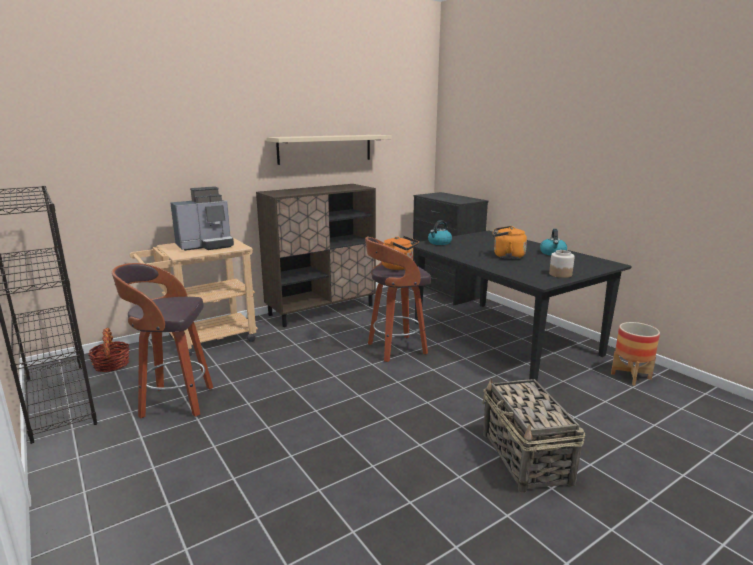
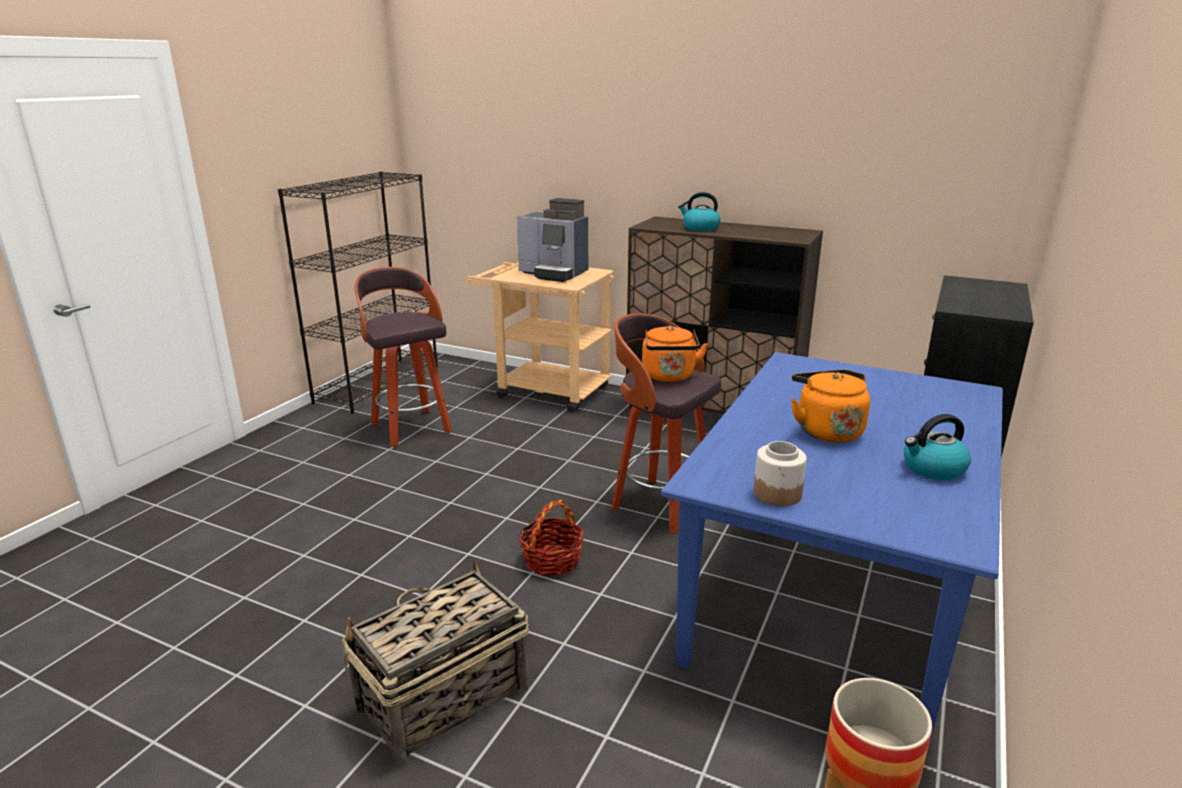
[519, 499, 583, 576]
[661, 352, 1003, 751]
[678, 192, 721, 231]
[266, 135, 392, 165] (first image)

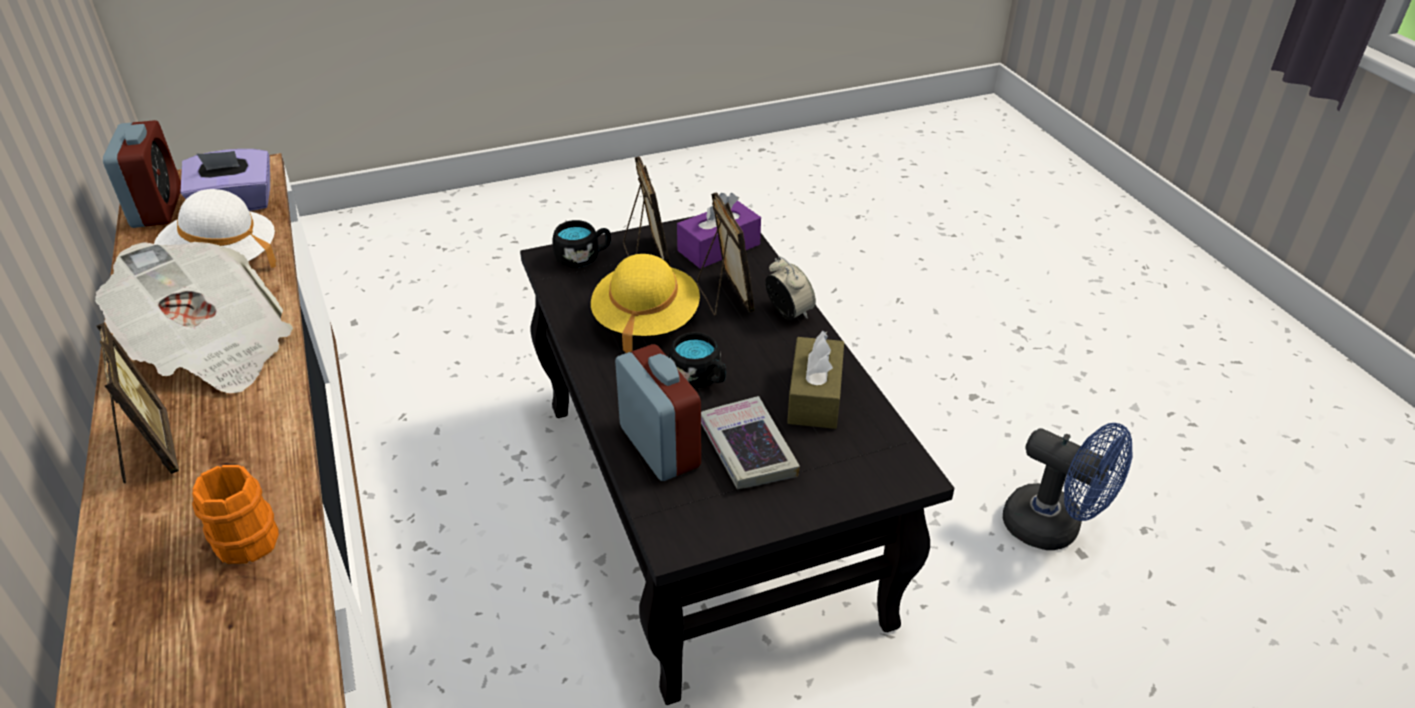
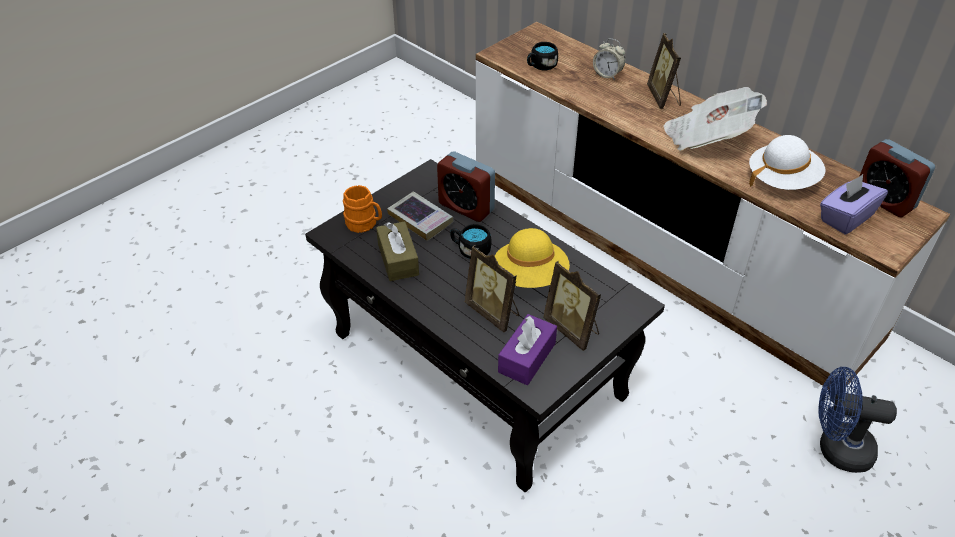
[343, 185, 382, 233]
[527, 42, 558, 71]
[593, 39, 625, 80]
[647, 33, 681, 109]
[818, 367, 897, 473]

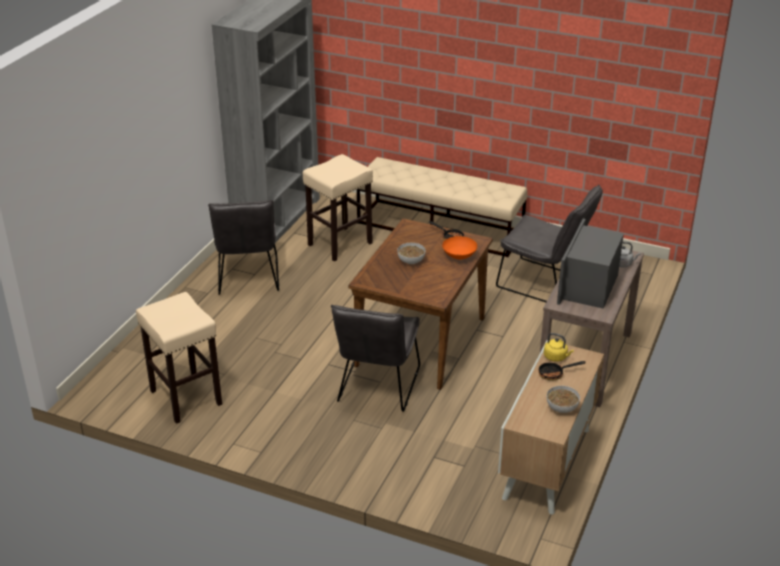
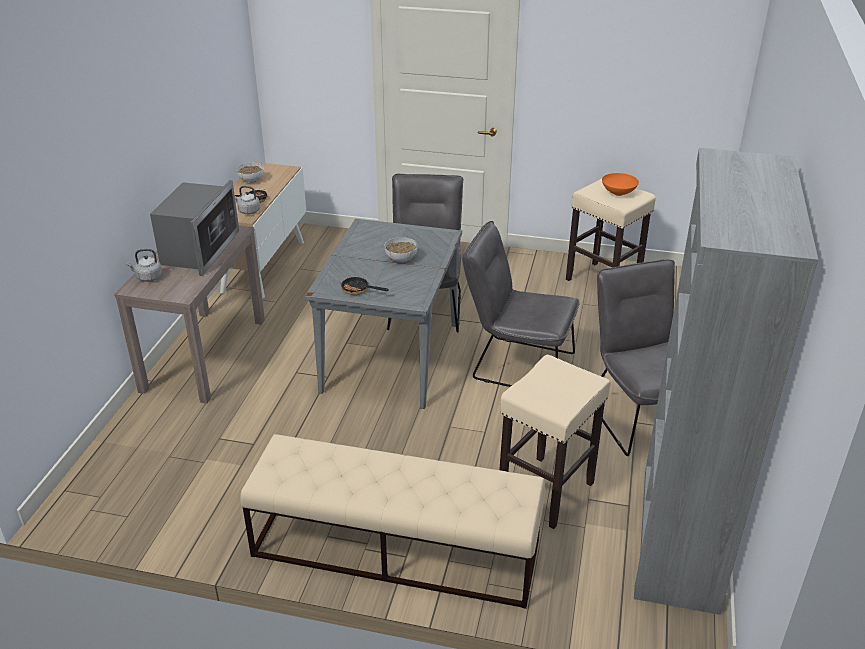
[235, 186, 260, 214]
[305, 219, 462, 409]
[462, 221, 580, 387]
[602, 173, 639, 196]

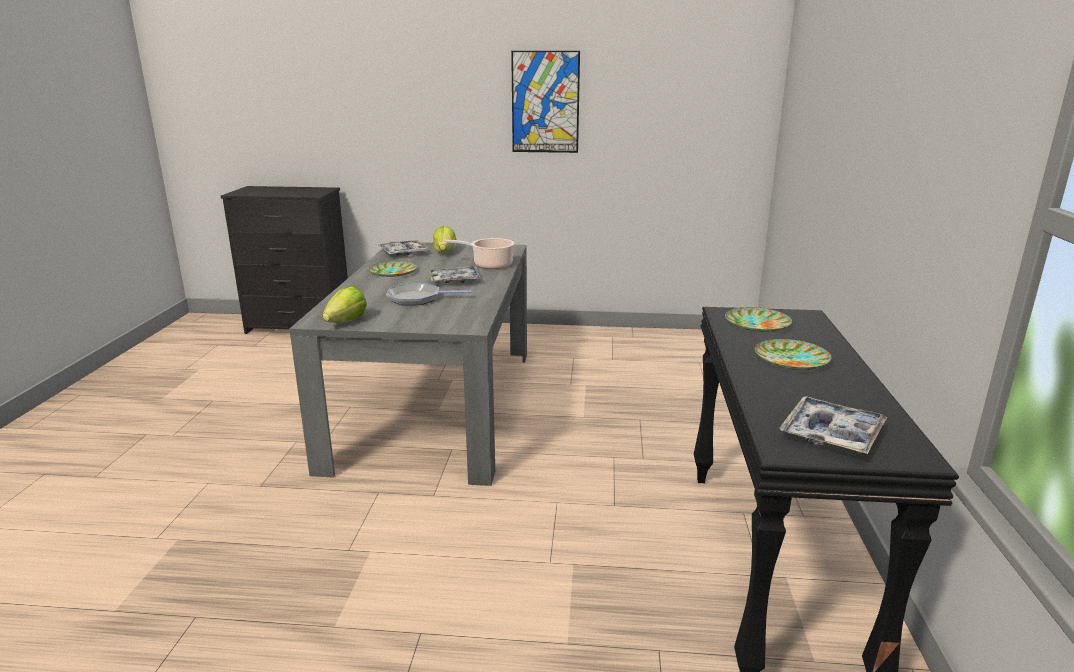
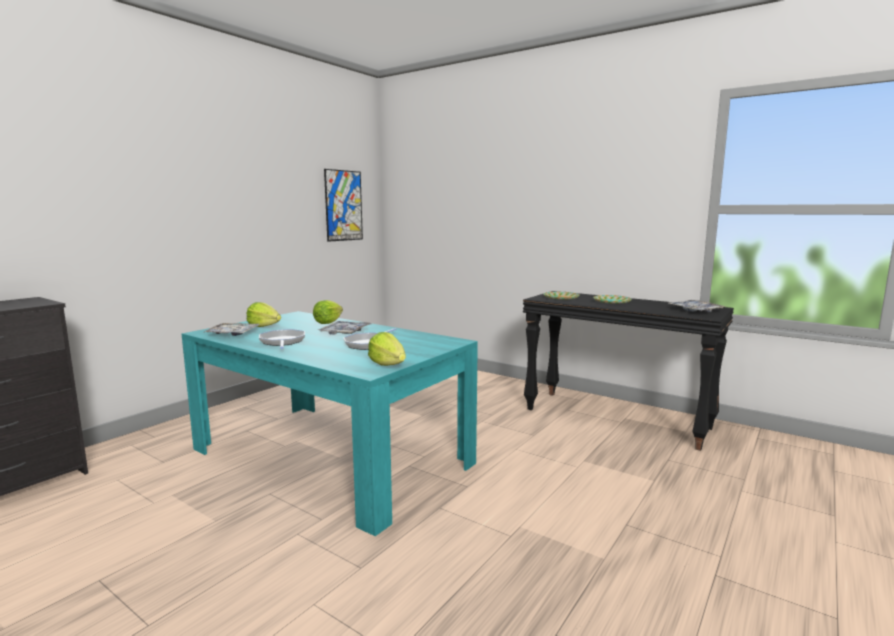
[182, 311, 478, 536]
[259, 329, 305, 349]
[313, 300, 343, 324]
[324, 169, 363, 242]

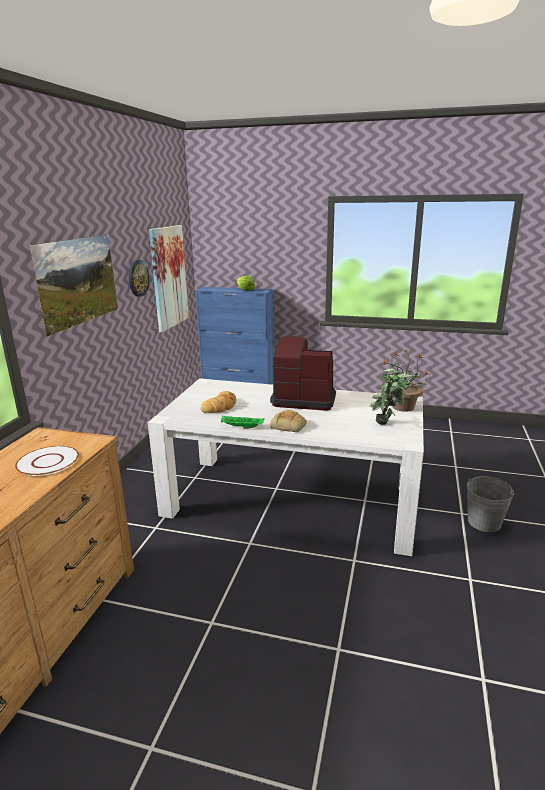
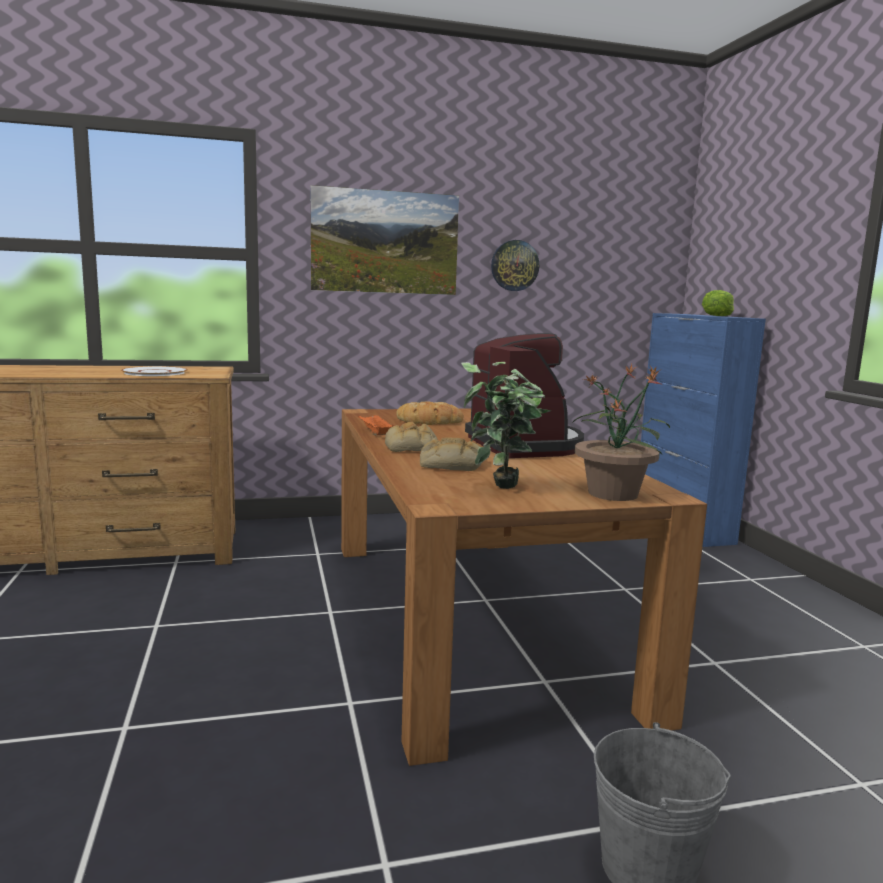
[341, 409, 707, 766]
[358, 415, 394, 435]
[420, 437, 481, 471]
[149, 225, 189, 332] (first image)

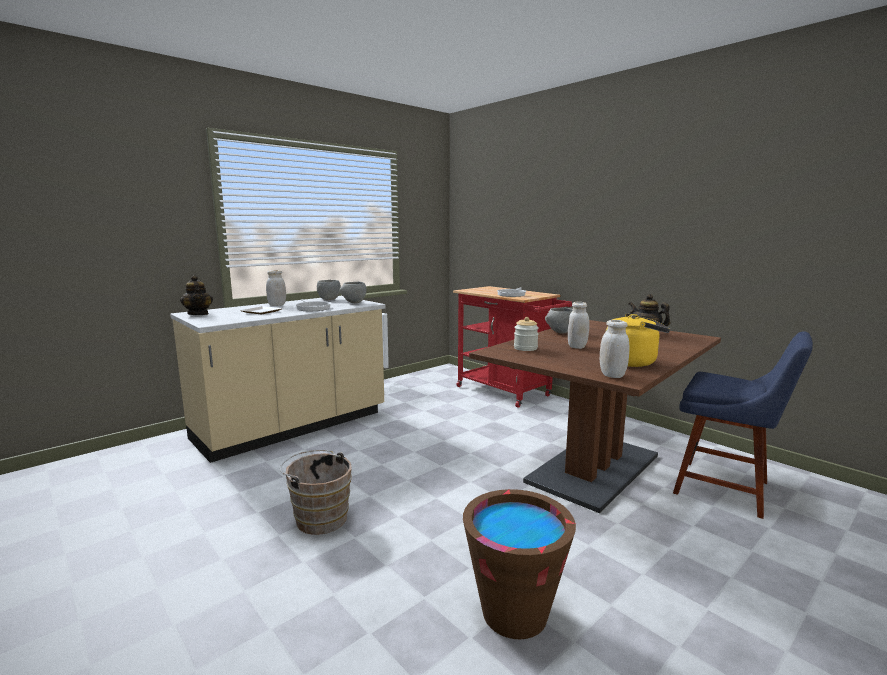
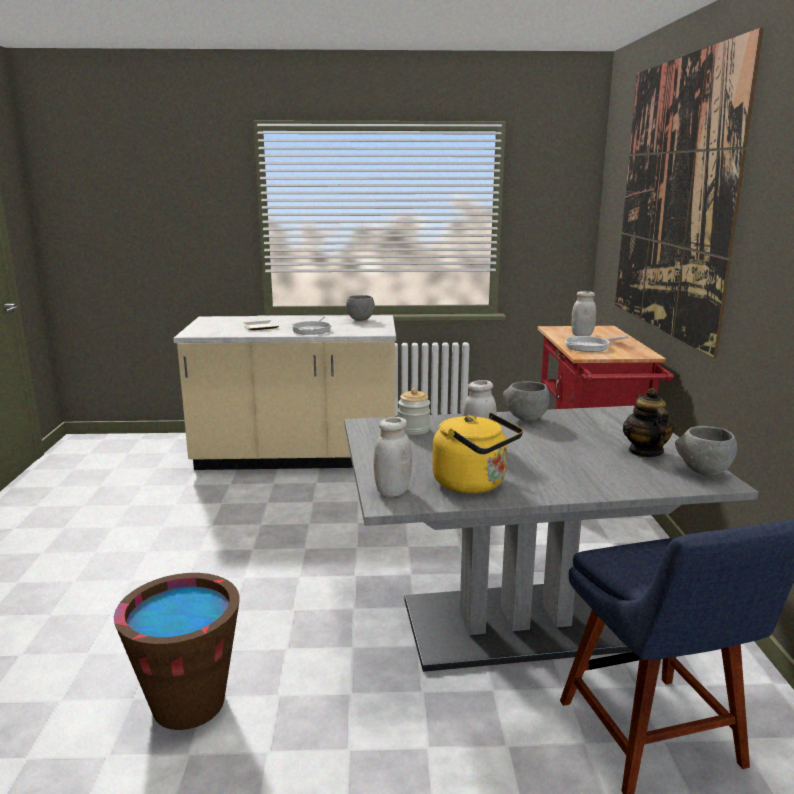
[344, 406, 758, 672]
[571, 291, 596, 336]
[615, 28, 764, 359]
[675, 426, 737, 476]
[180, 275, 213, 315] (first image)
[280, 450, 352, 535] (first image)

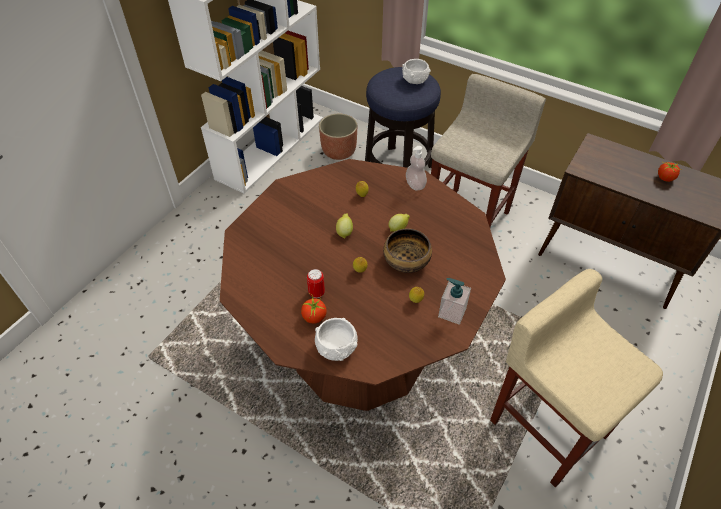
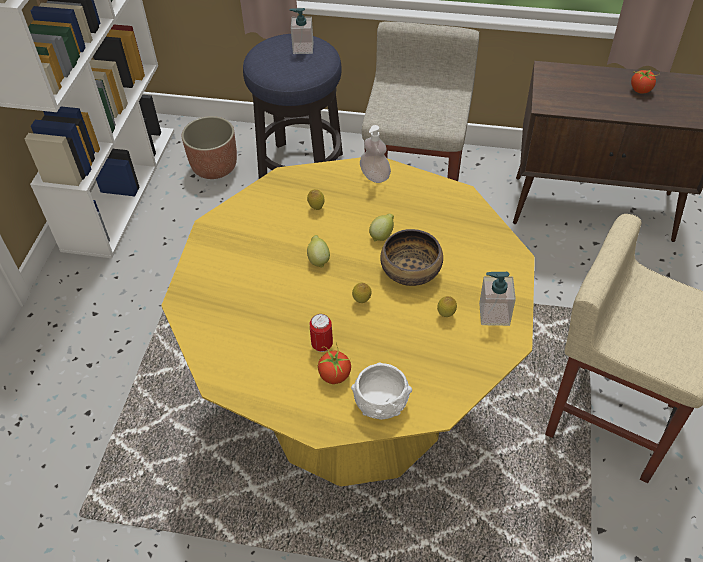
[161, 157, 535, 487]
[290, 8, 313, 54]

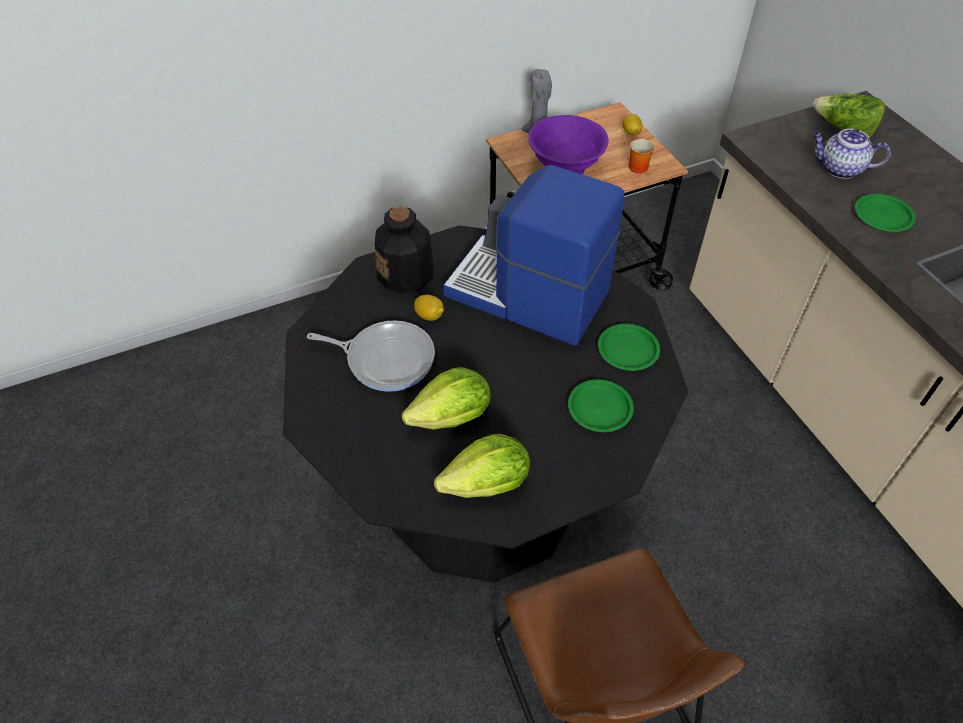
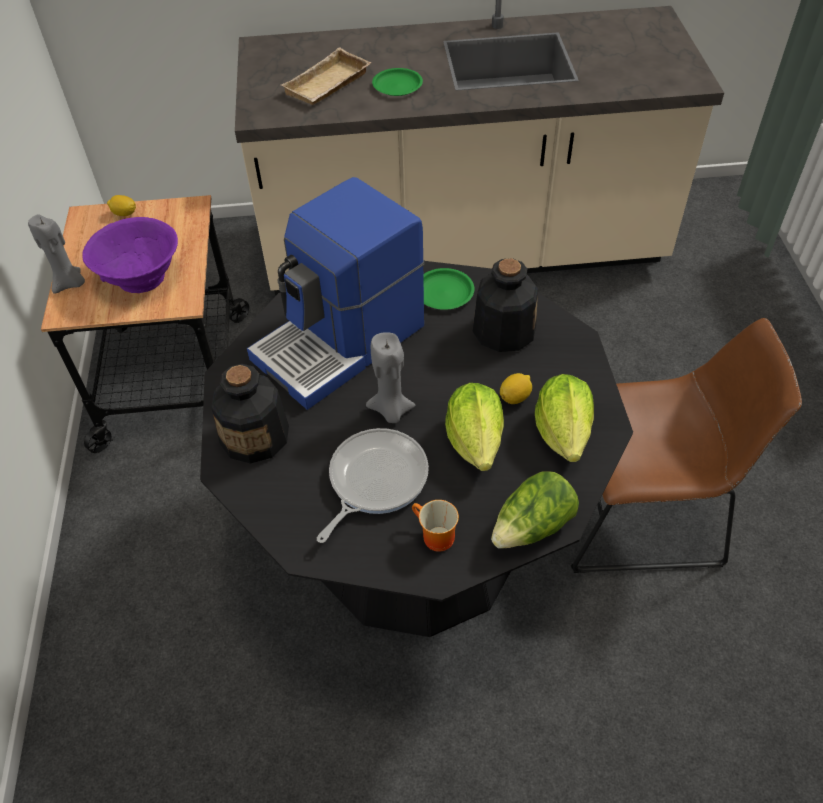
[281, 47, 372, 105]
[366, 332, 415, 423]
[412, 500, 459, 552]
[473, 258, 538, 352]
[491, 471, 579, 548]
[500, 373, 532, 404]

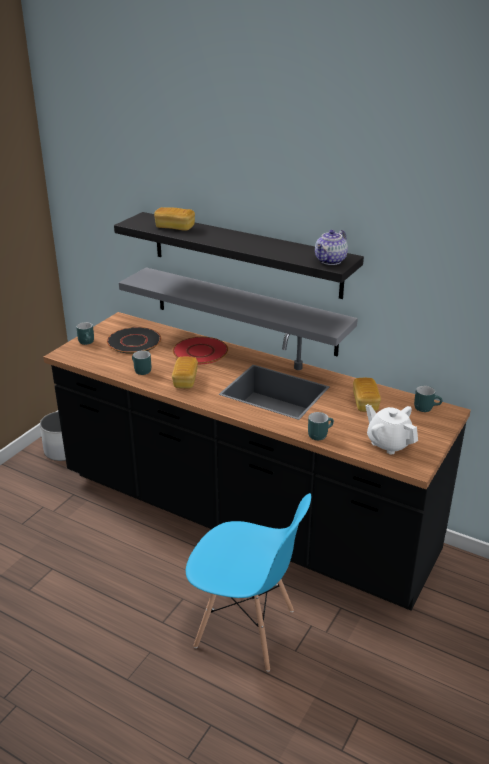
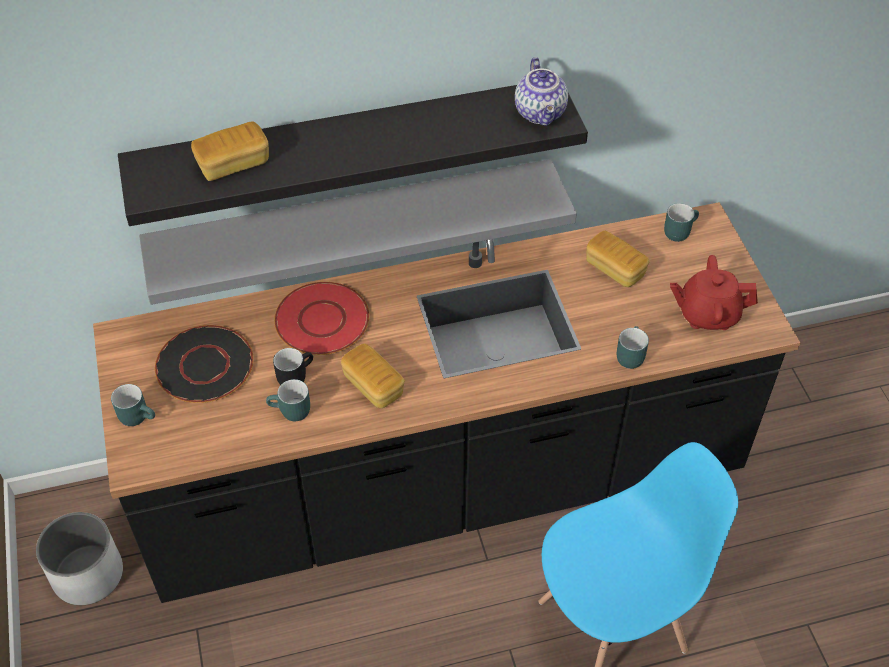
[273, 348, 313, 385]
[670, 255, 758, 330]

